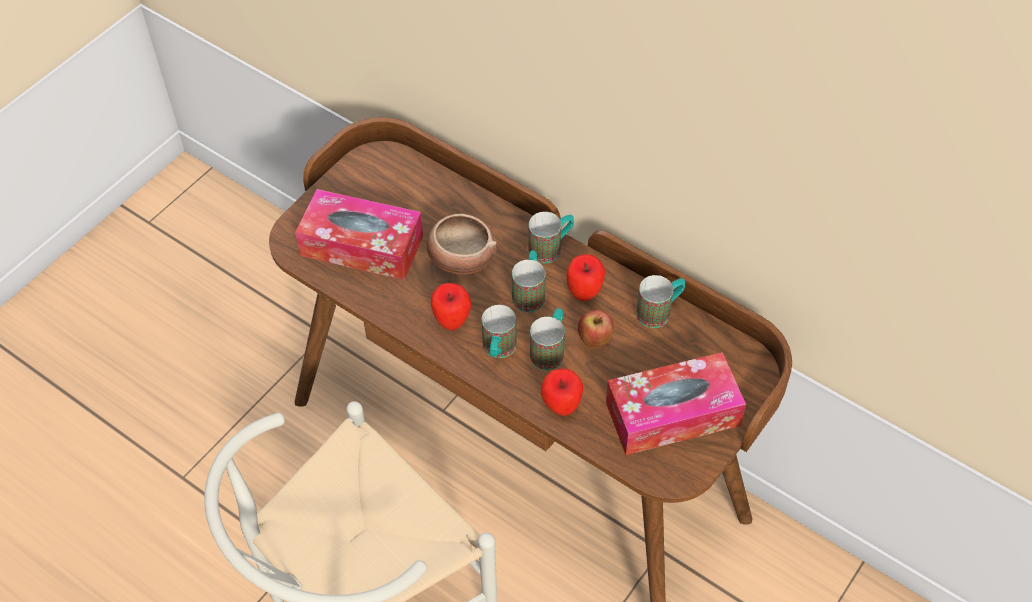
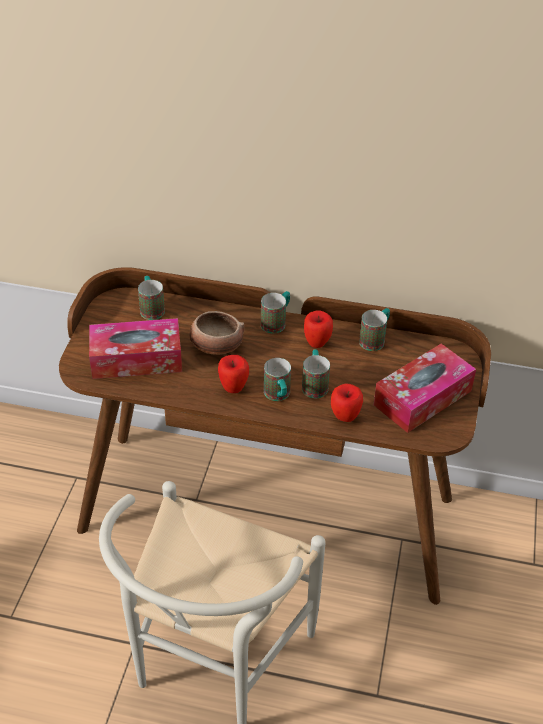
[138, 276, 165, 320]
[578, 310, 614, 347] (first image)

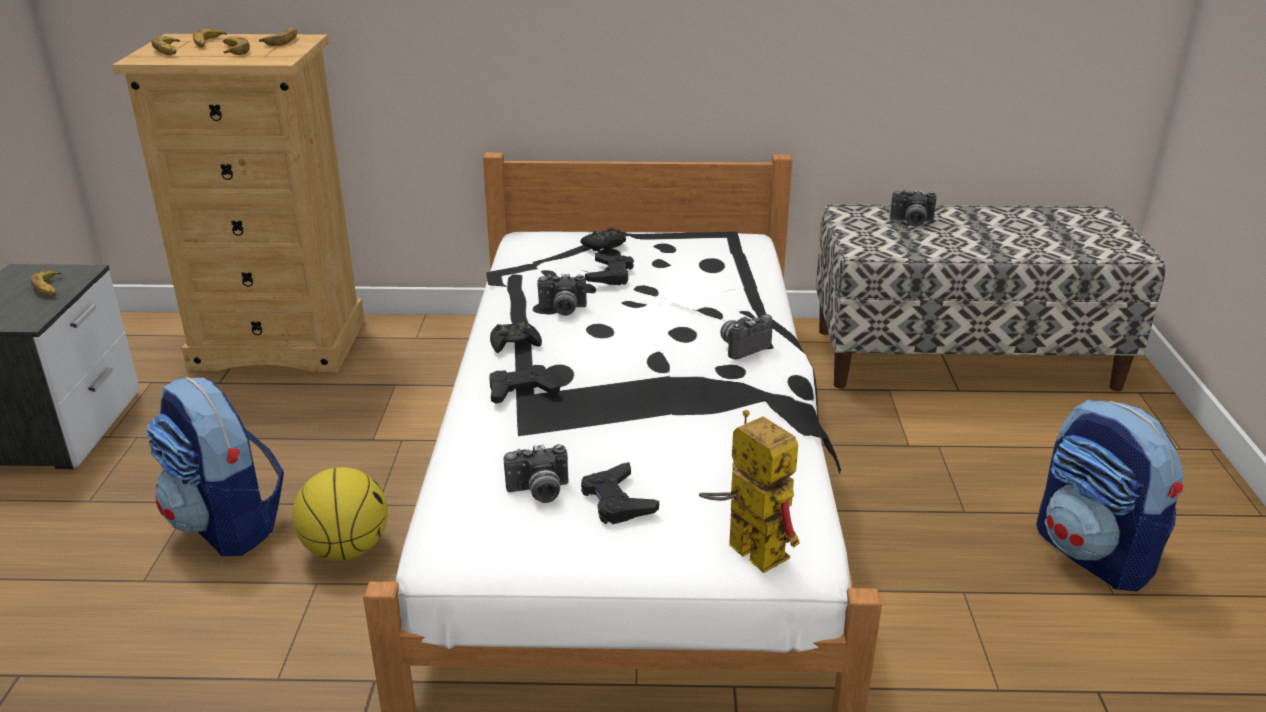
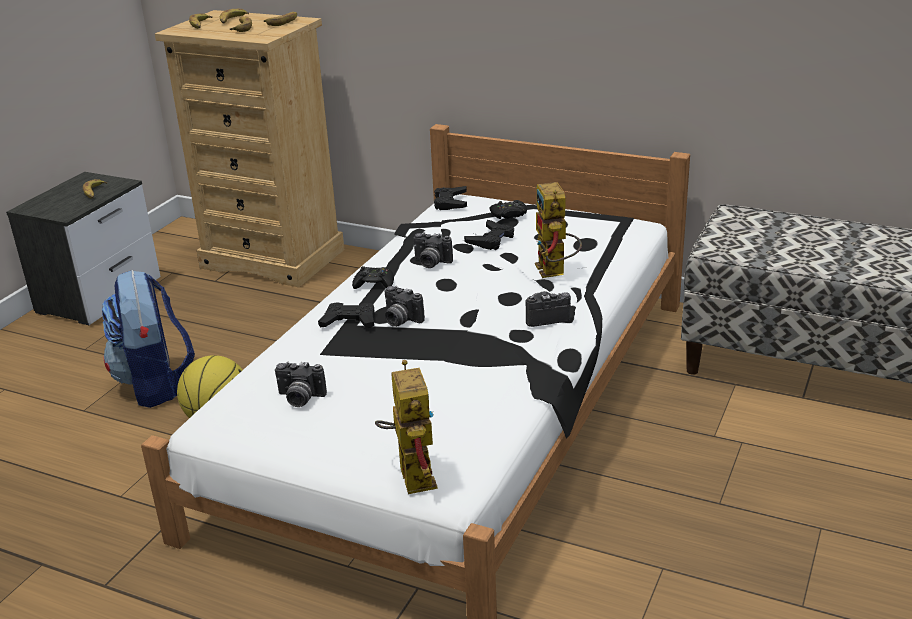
[385, 286, 425, 327]
[434, 186, 467, 210]
[535, 182, 582, 278]
[1036, 400, 1184, 591] (first image)

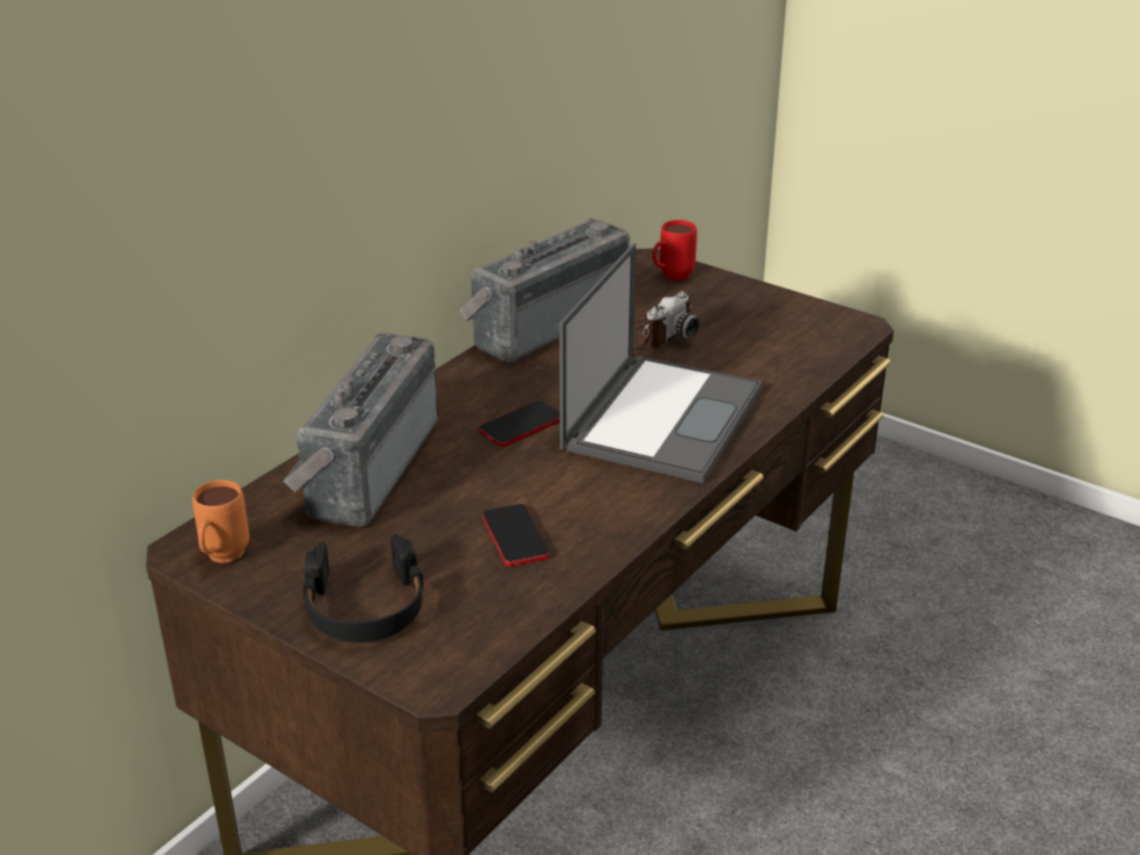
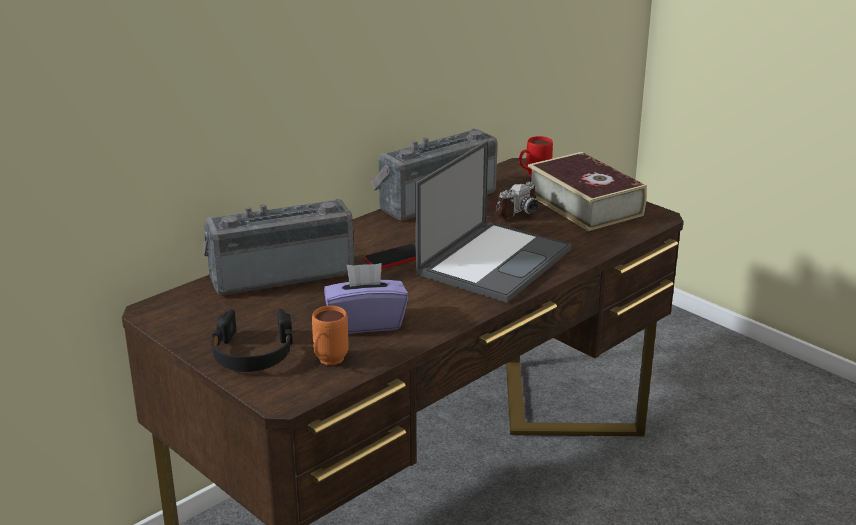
[203, 199, 354, 295]
[312, 306, 349, 365]
[324, 263, 409, 334]
[528, 152, 647, 231]

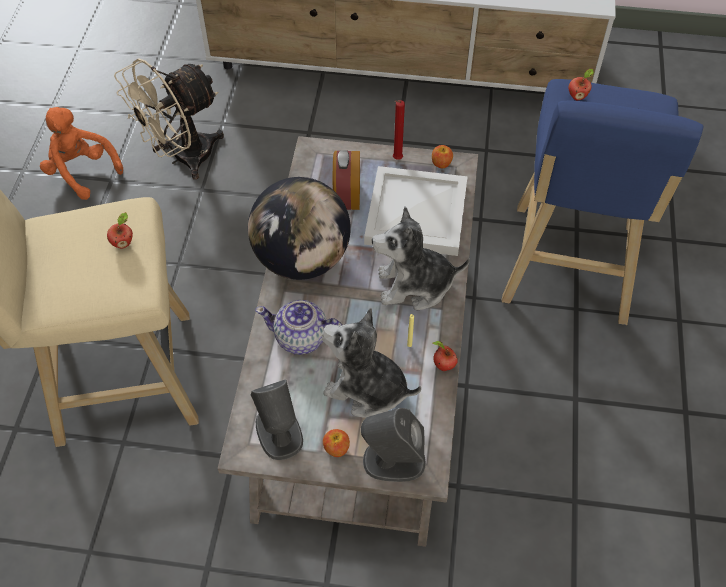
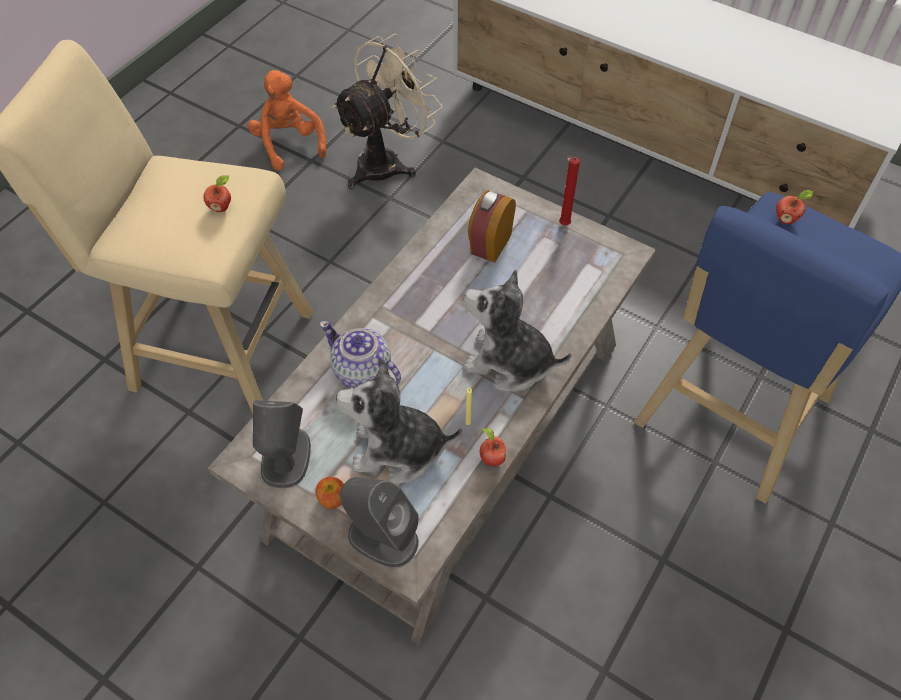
[332, 34, 442, 189]
[336, 358, 462, 484]
[248, 177, 351, 280] (first image)
[364, 166, 468, 256] (first image)
[432, 145, 453, 169] (first image)

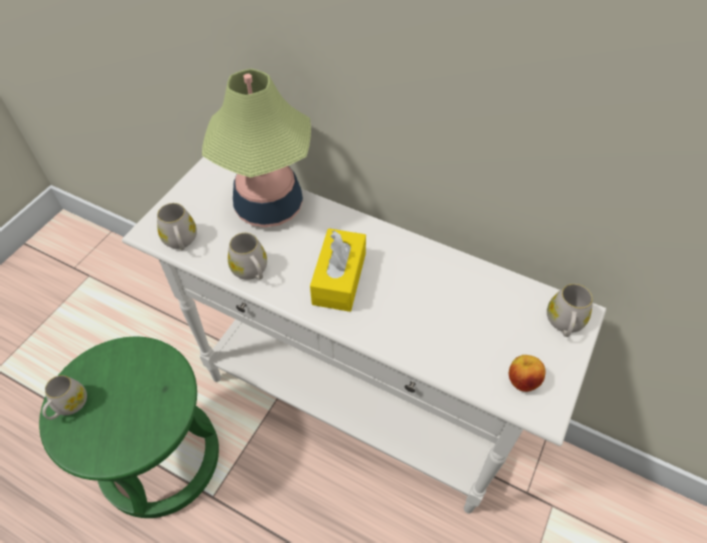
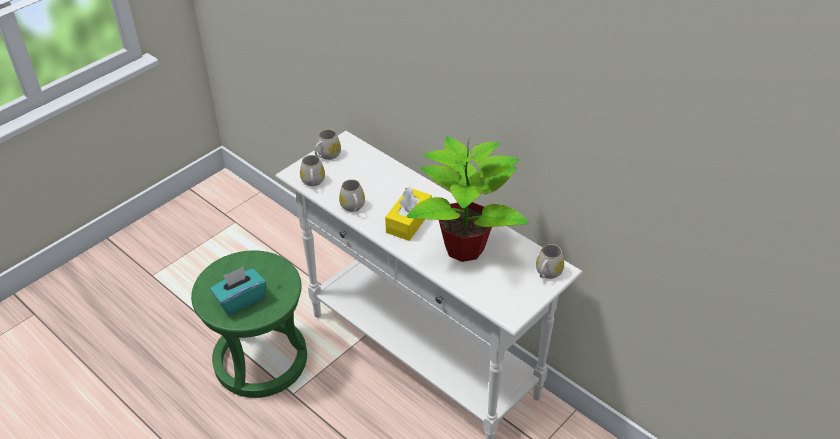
[210, 267, 266, 315]
[315, 129, 341, 160]
[407, 137, 528, 262]
[202, 69, 311, 227] (first image)
[508, 355, 546, 392] (first image)

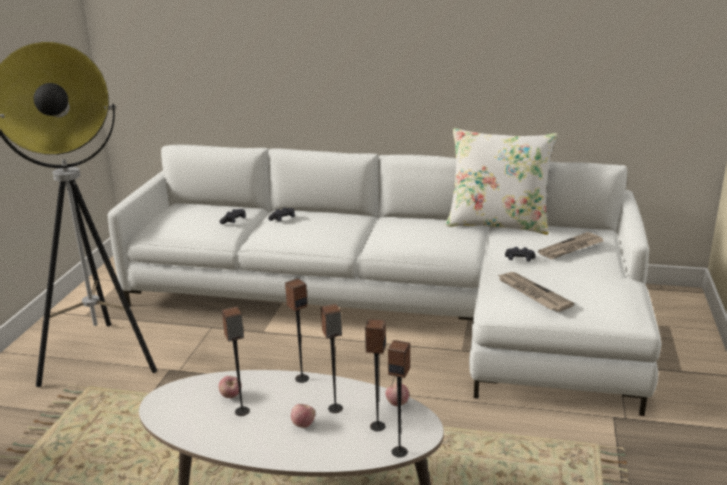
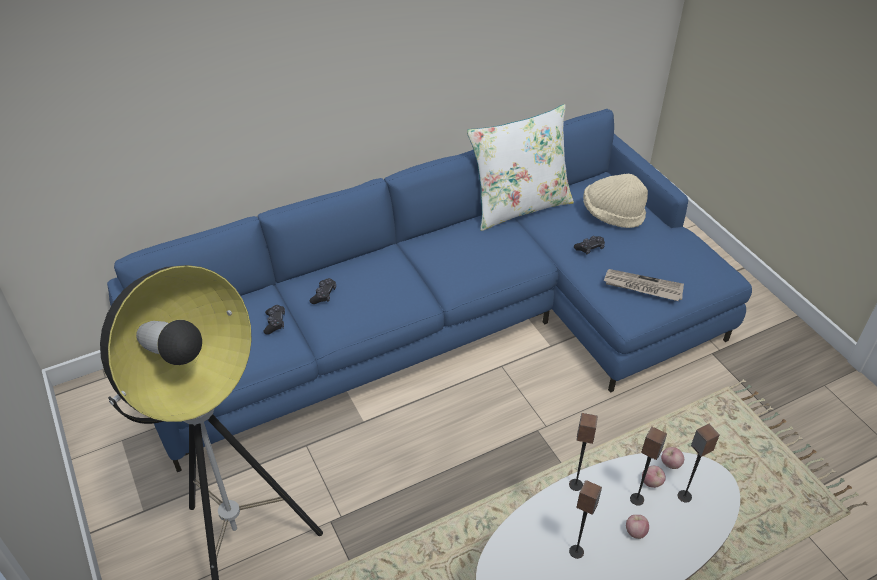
[107, 109, 752, 472]
[583, 173, 648, 228]
[642, 466, 666, 488]
[388, 340, 410, 457] (first image)

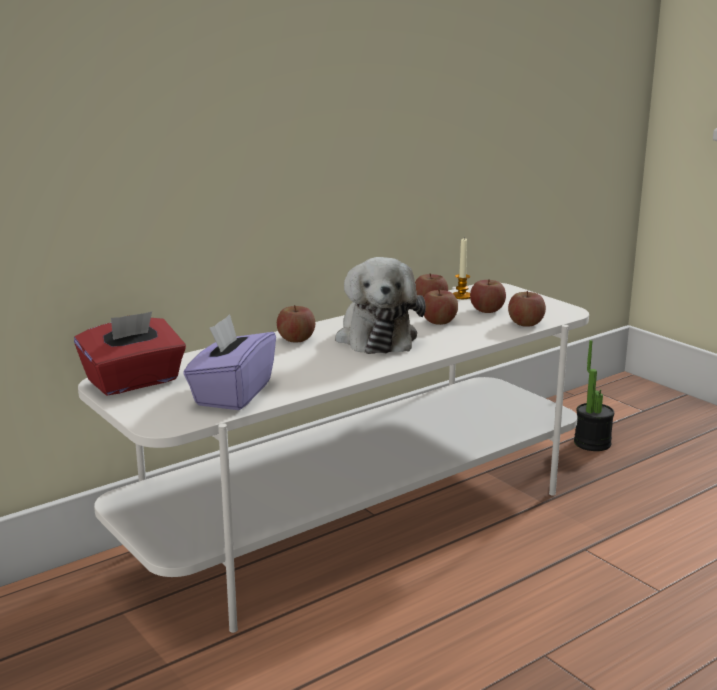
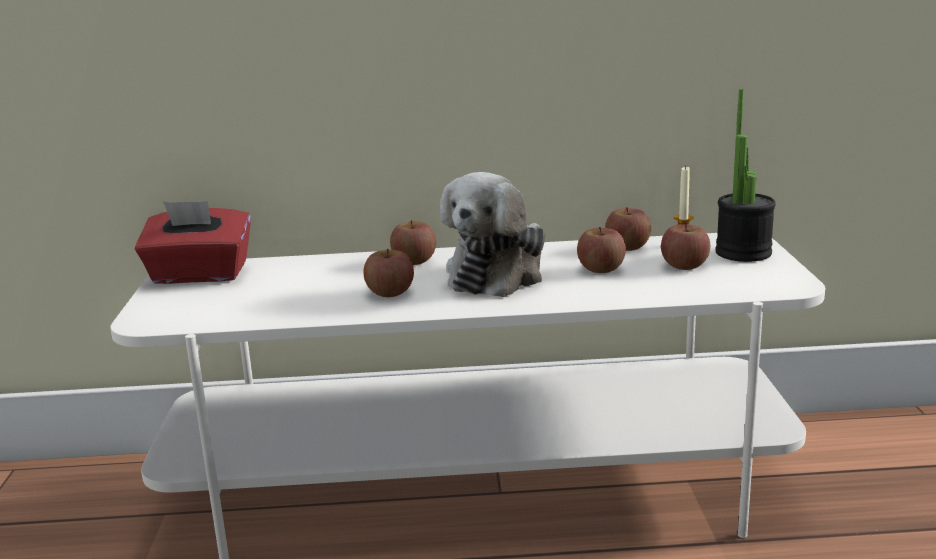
[364, 249, 414, 297]
[715, 89, 776, 262]
[183, 314, 276, 410] (first image)

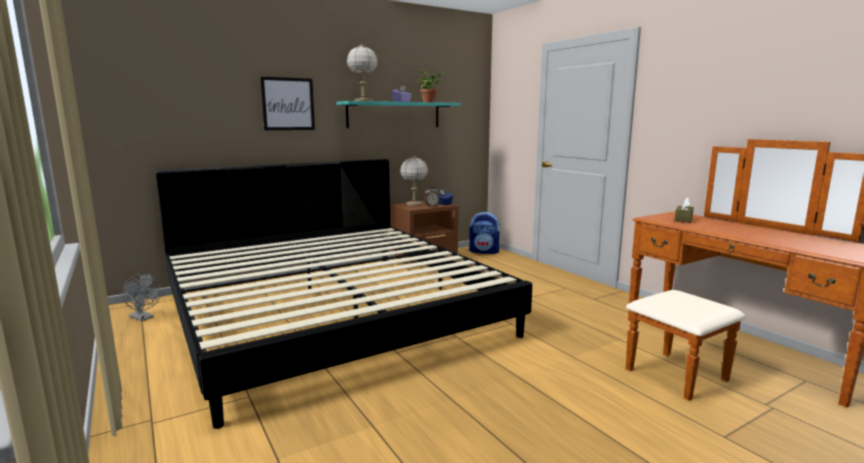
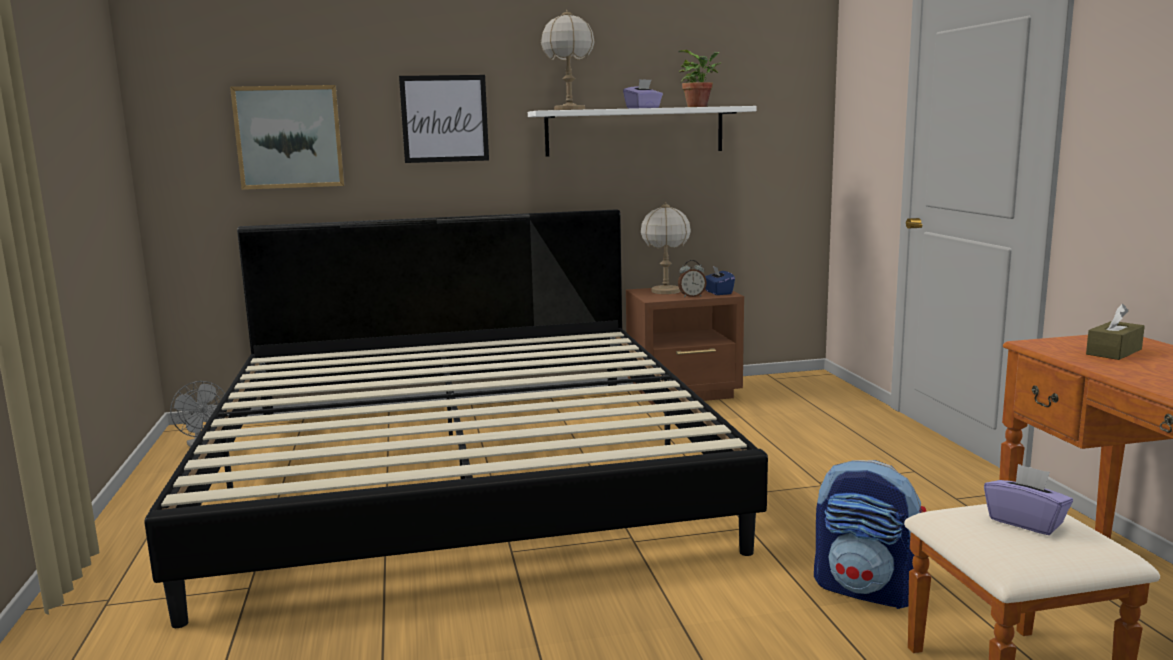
[230, 85, 345, 190]
[528, 106, 757, 157]
[814, 460, 926, 609]
[984, 464, 1073, 535]

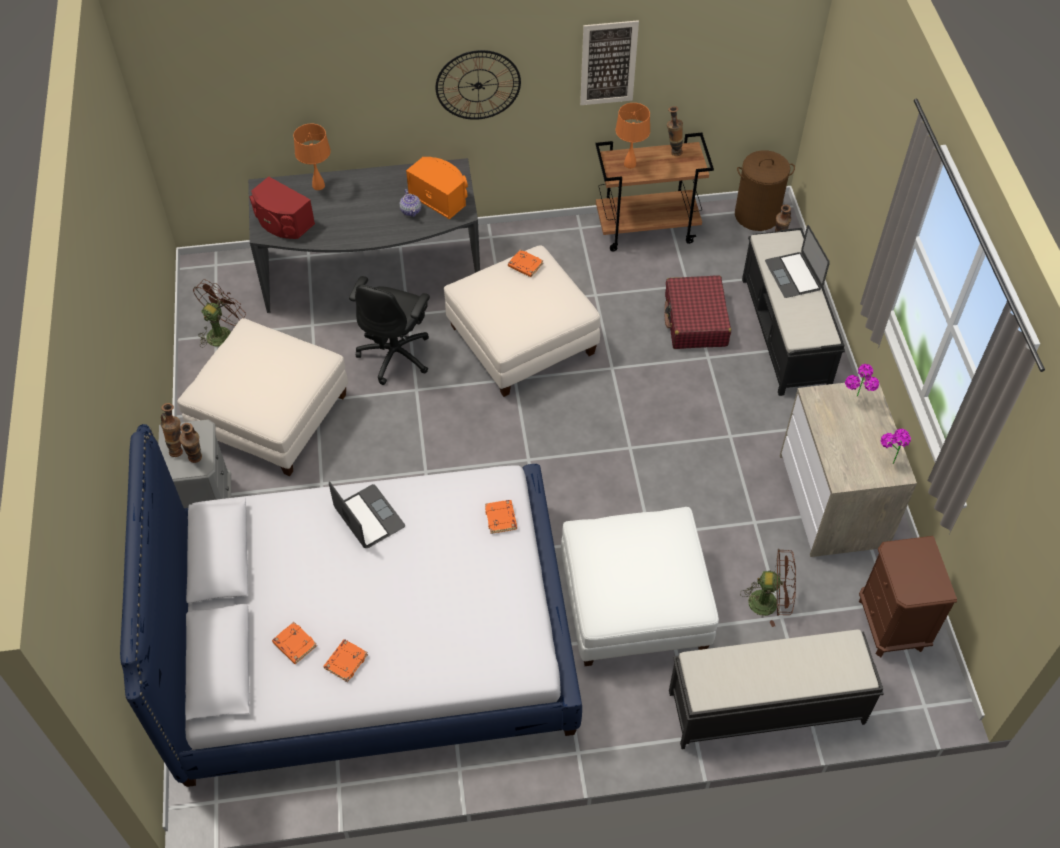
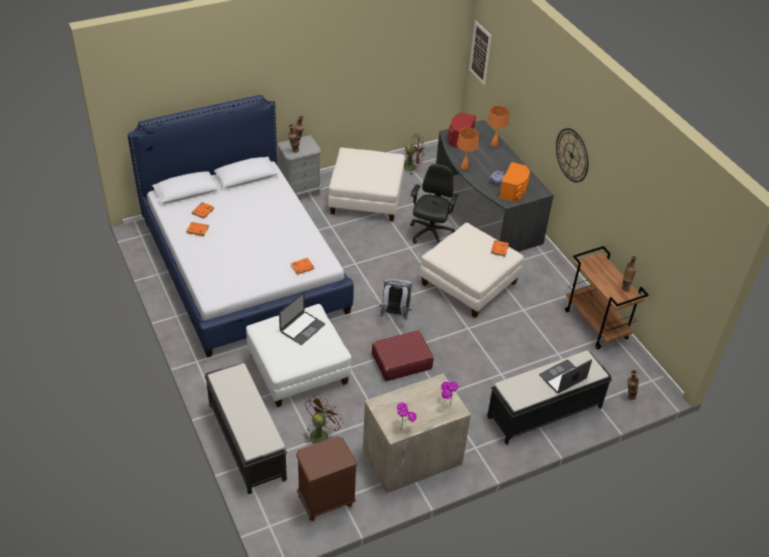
[279, 292, 325, 345]
[303, 395, 344, 444]
[372, 330, 434, 381]
[379, 279, 412, 320]
[410, 164, 459, 244]
[457, 128, 479, 170]
[469, 21, 492, 85]
[735, 150, 795, 231] (first image)

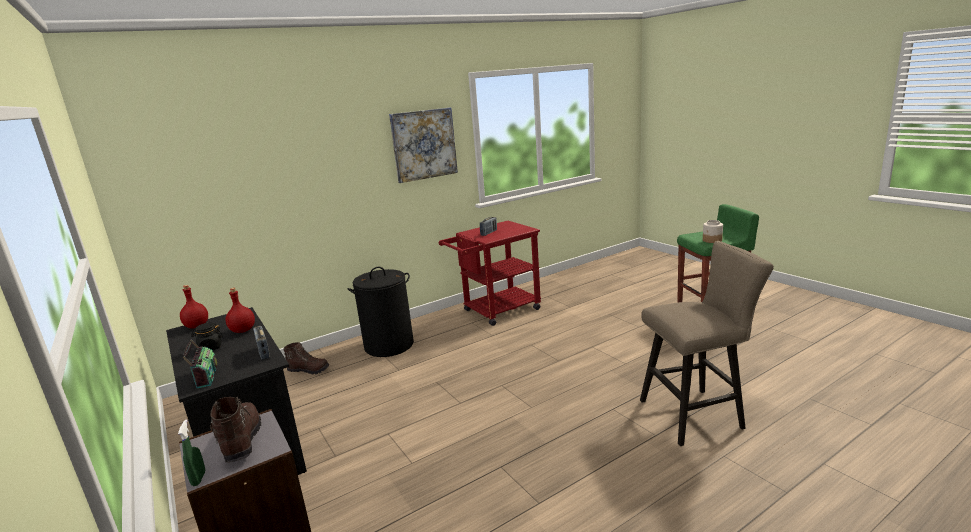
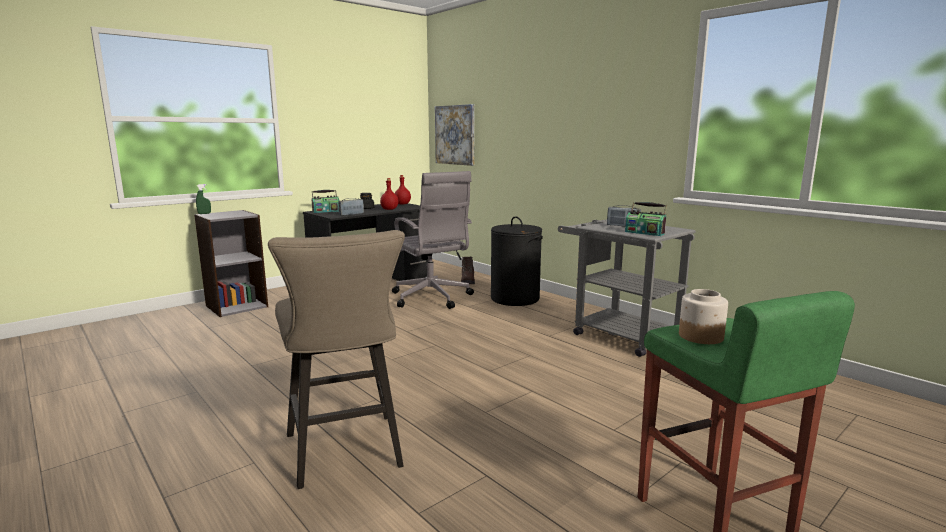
[392, 171, 474, 309]
[435, 104, 474, 166]
[558, 219, 696, 357]
[625, 202, 667, 236]
[210, 397, 261, 463] (first image)

